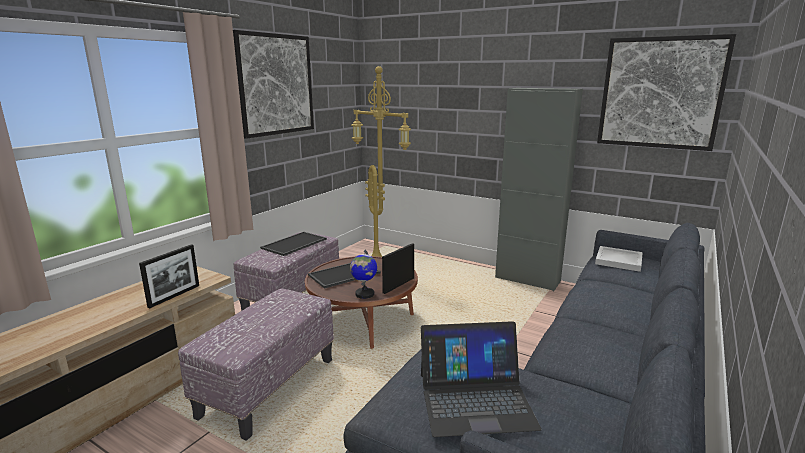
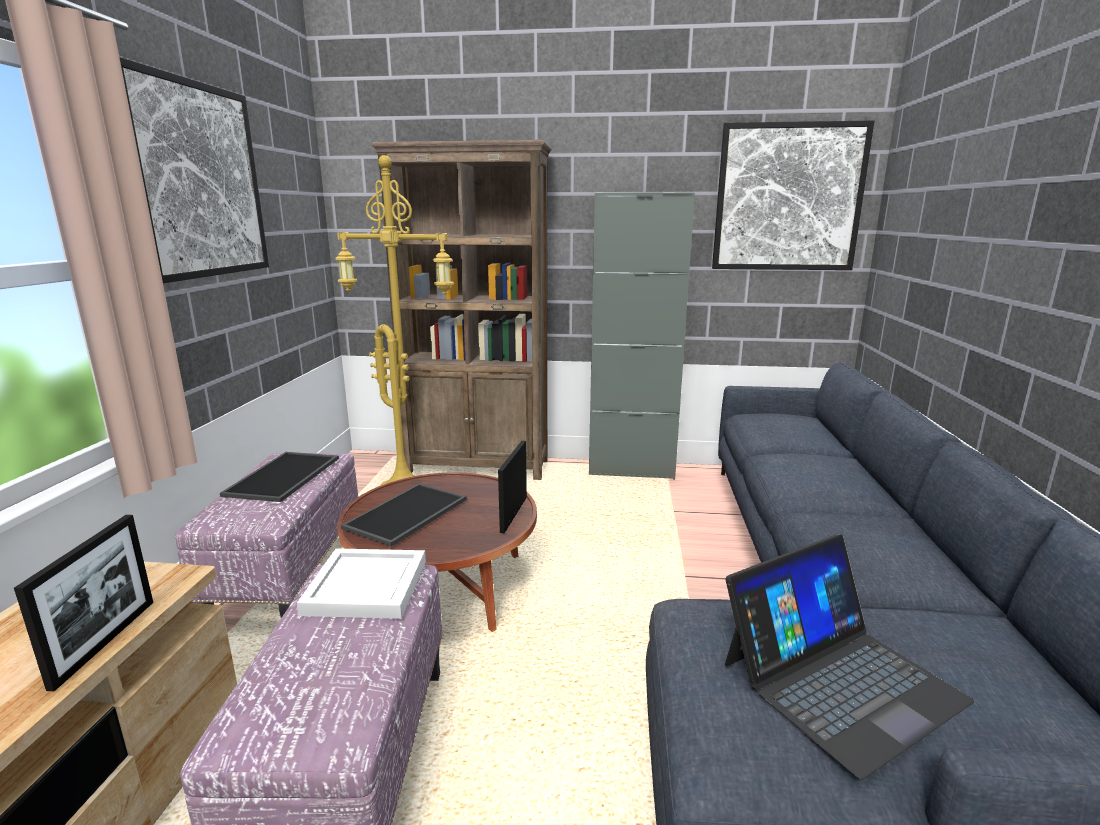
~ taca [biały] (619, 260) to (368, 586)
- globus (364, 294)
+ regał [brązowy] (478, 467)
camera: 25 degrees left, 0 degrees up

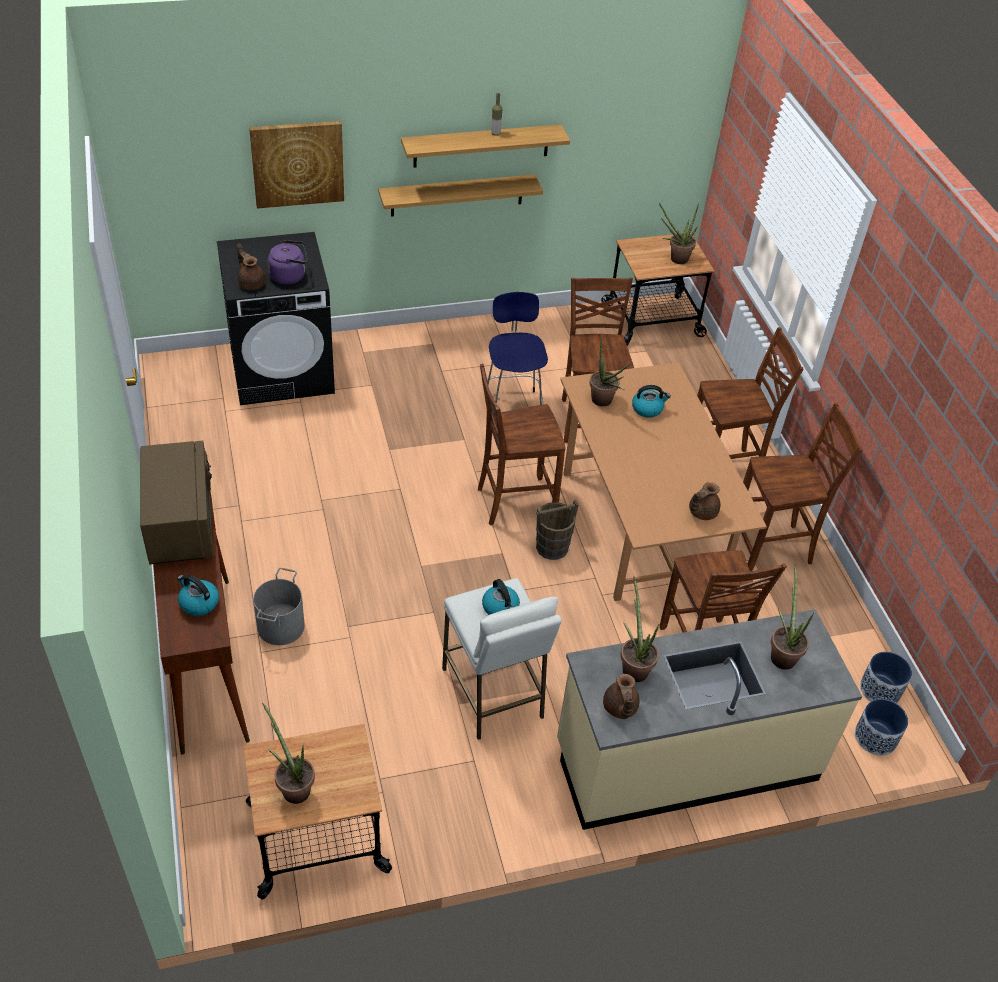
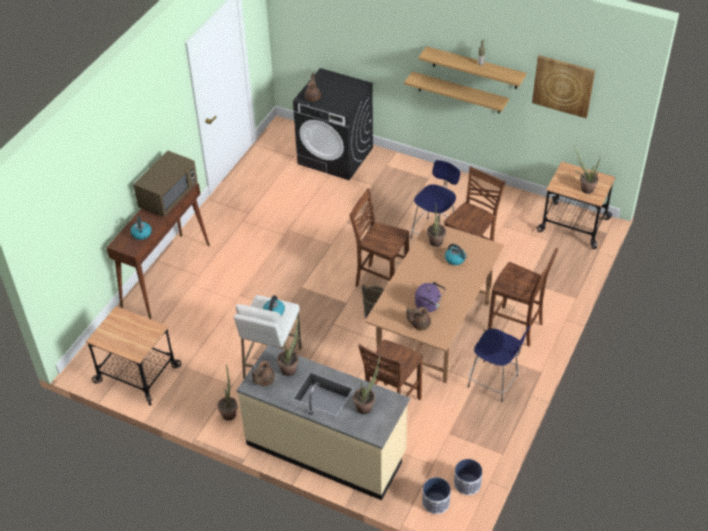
~ obraz (297, 163) to (563, 86)
~ czajnik [fioletowy] (290, 276) to (429, 305)
~ krzesło [brązowy] (772, 548) to stołek [niebieski] (494, 382)
- wiadro [szary] (280, 626)
~ roślina doniczkowa (293, 787) to (229, 412)
camera: 45 degrees right, 0 degrees up

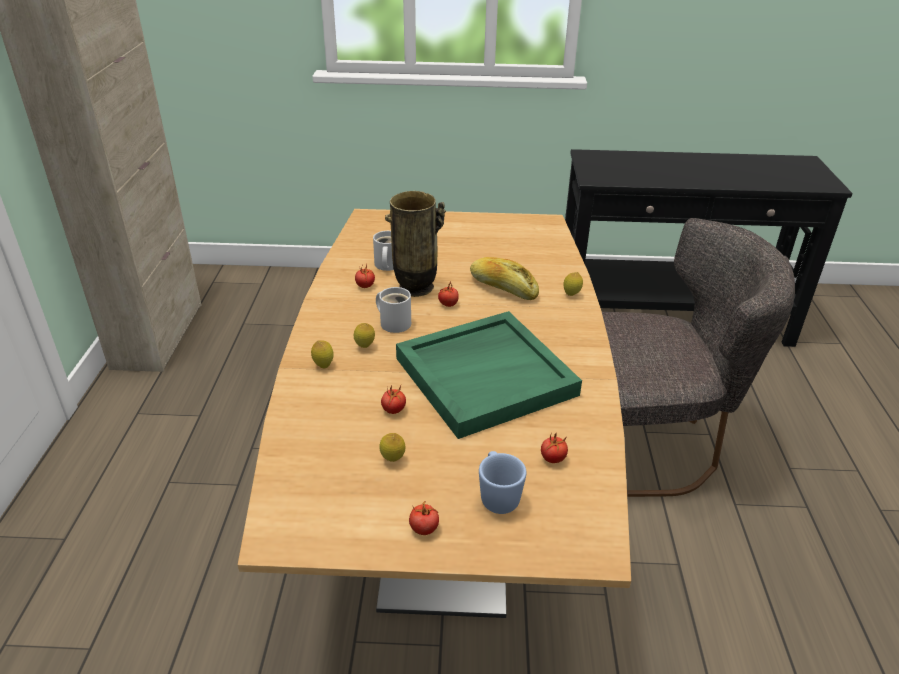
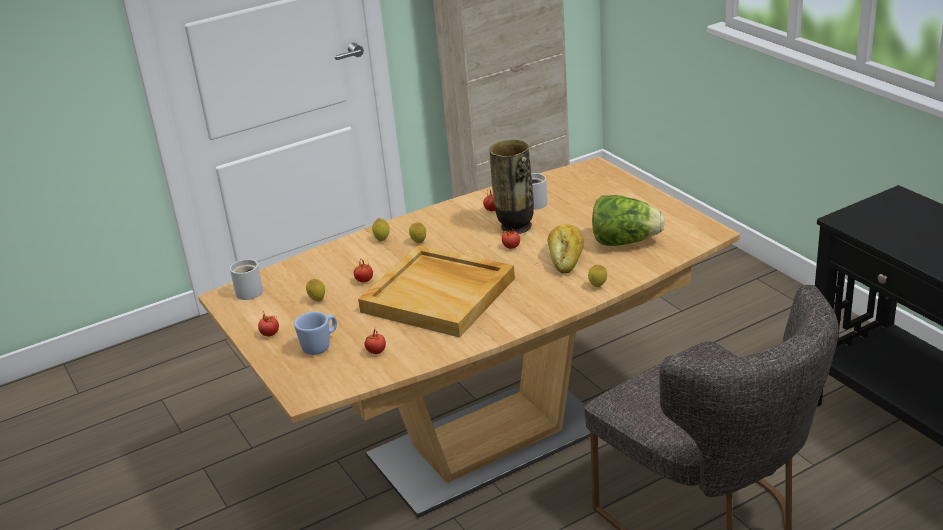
~ kubek [biały] (394, 322) to (251, 291)
~ taca [zielony] (485, 375) to taca [beżowy] (440, 295)
+ sałata (624, 242)
camera: 60 degrees right, 5 degrees down

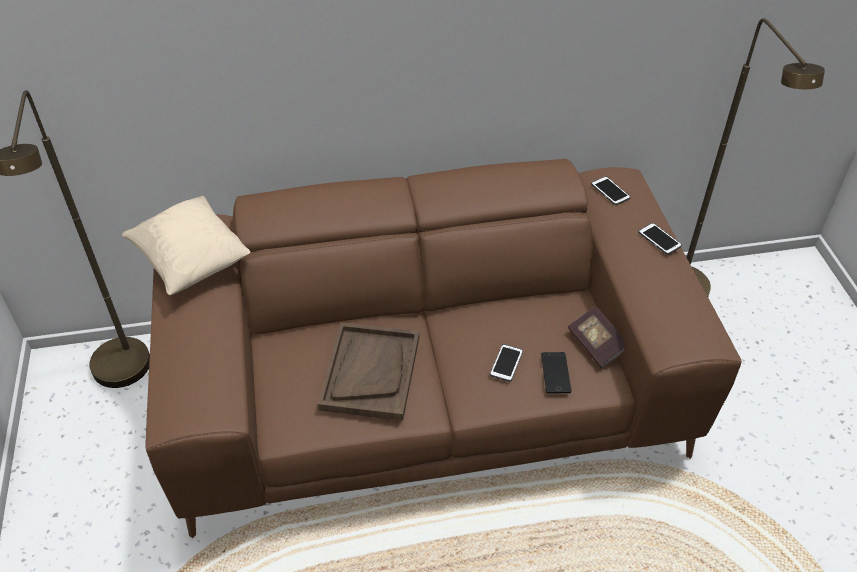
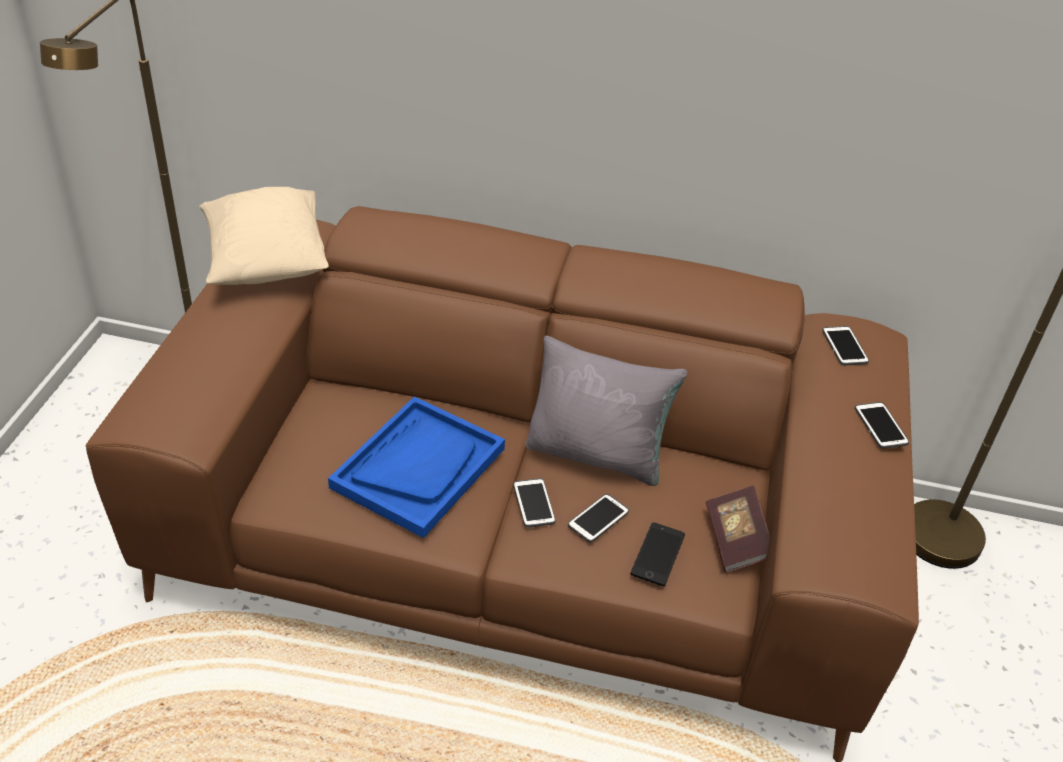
~ taca [brązowy] (370, 372) to taca [niebieski] (418, 467)
+ poduszka [szary] (597, 454)
+ telefon (534, 503)
camera: 20 degrees right, 5 degrees down

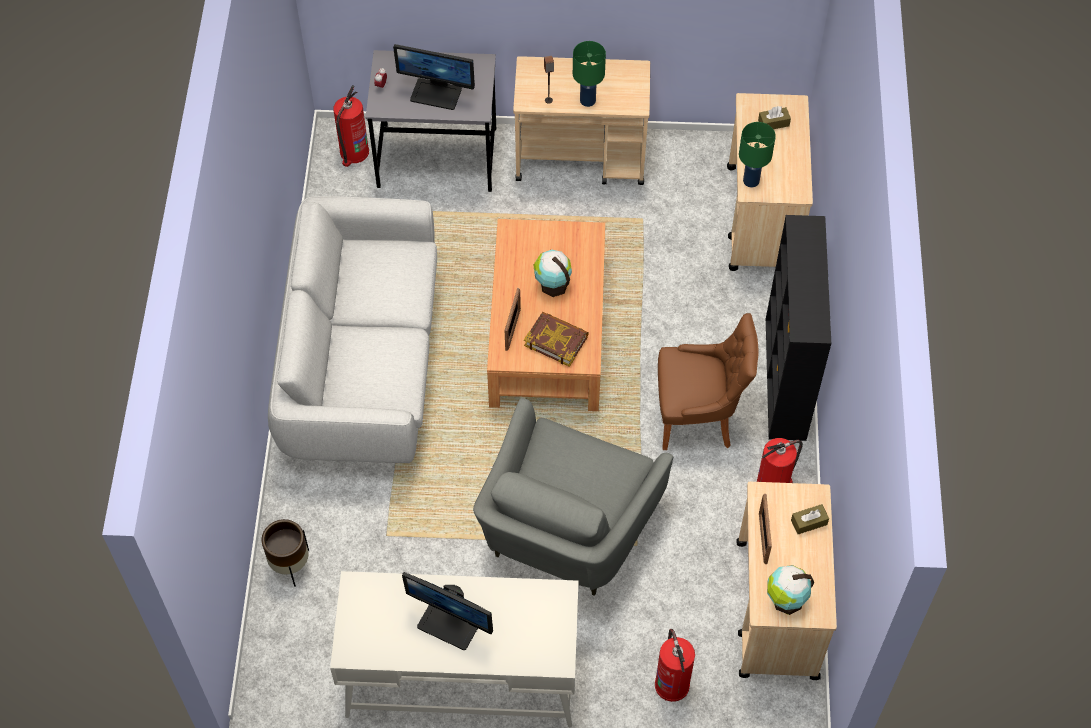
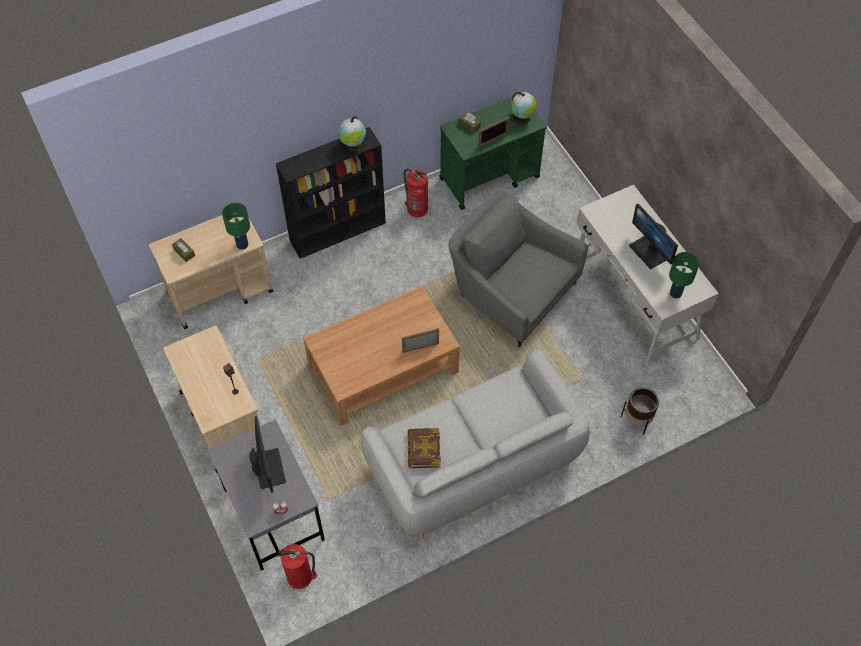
~ lampa stołowa [zielony] (587, 100) to (675, 293)
~ globus (552, 284) to (353, 145)
~ książka (556, 340) to (423, 449)
- krzesło [brązowy] (698, 417)
~ fotel [szary] (566, 530) = (511, 291) 135 degrees counterclockwise
~ wózek [beżowy] (776, 610) to wózek [zielony] (490, 177)
~ monitor (450, 623) = (649, 252) 150 degrees clockwise
- gaśnica (672, 683)
camera: 120 degrees left, 0 degrees up

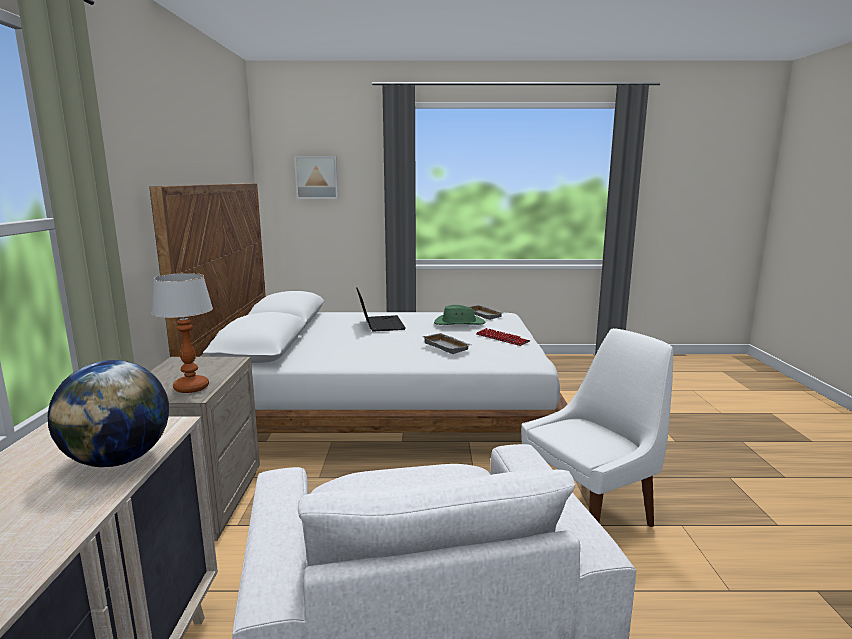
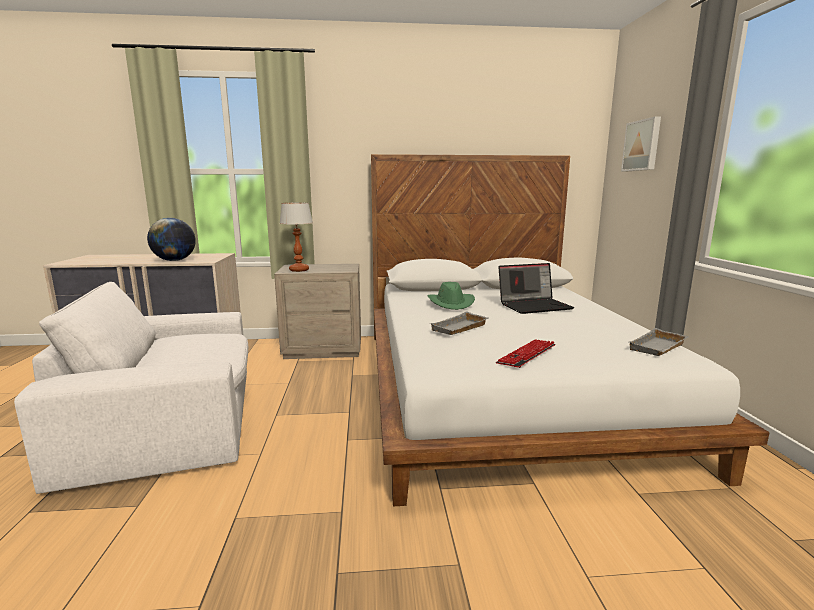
~ kapelusz [zielony] (459, 323) to (451, 303)
- krzesło [biały] (591, 512)
camera: 85 degrees right, 0 degrees up

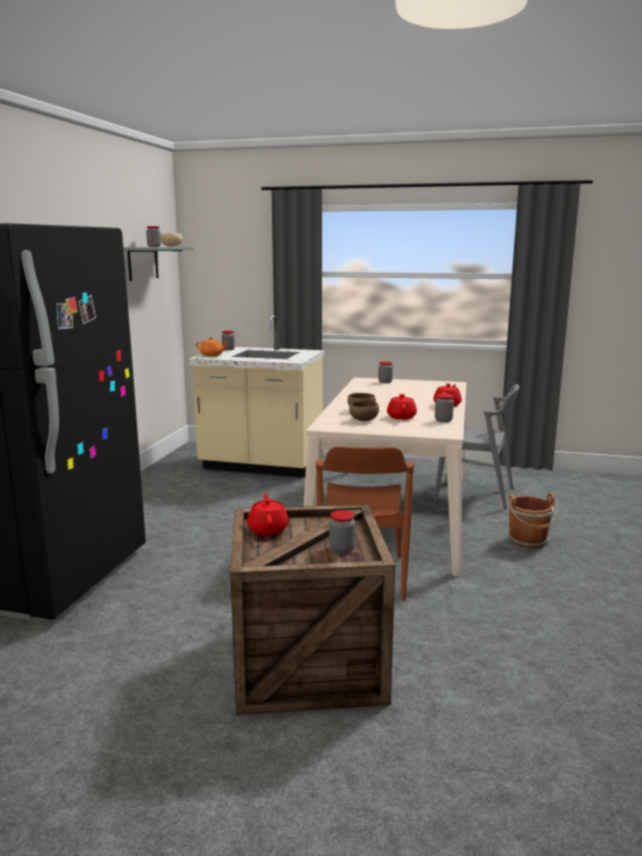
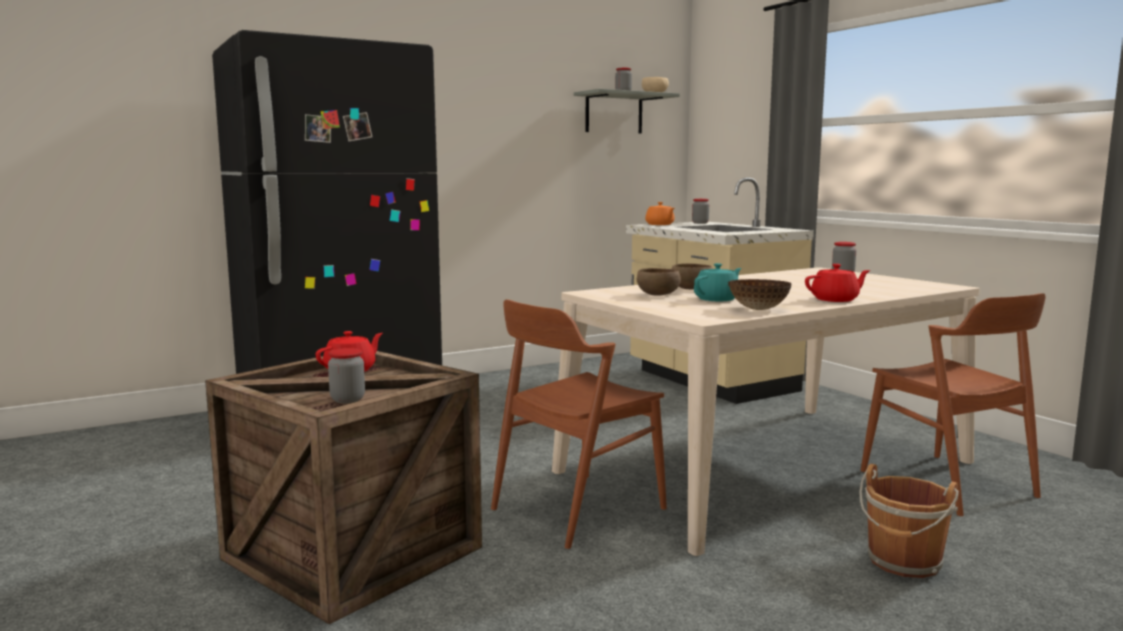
~ krzesło [szary] (475, 494) to krzesło [brązowy] (947, 483)
~ imbryk [czerwony] (401, 417) to imbryk [turkusowy] (717, 299)
~ słoik (443, 420) to miska (759, 309)
camera: 45 degrees right, 5 degrees down

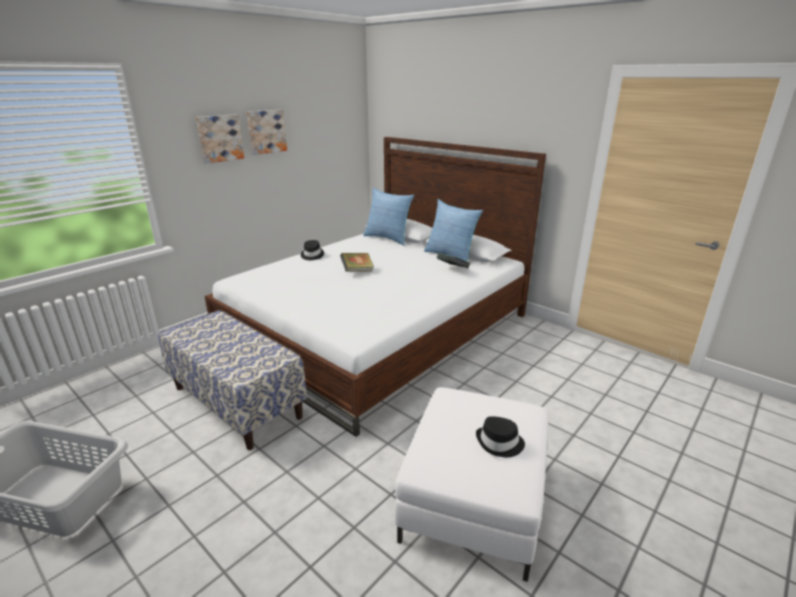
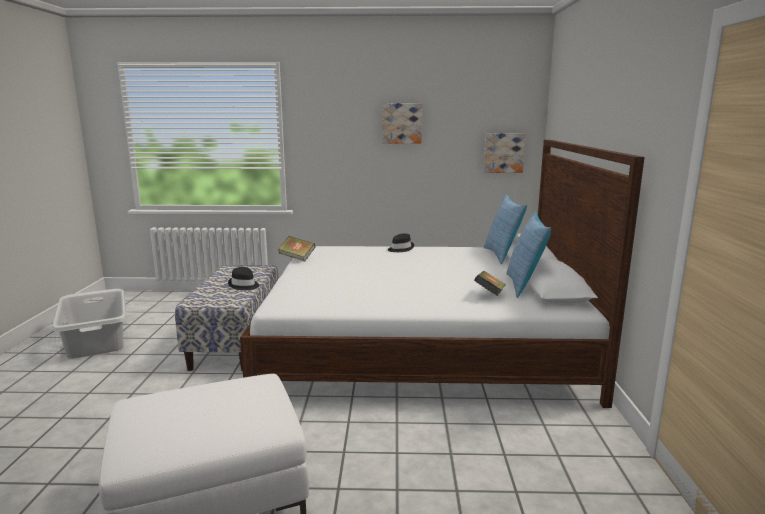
~ obraz (219, 138) to (503, 152)
~ książka (357, 271) to (297, 258)
~ kapelusz [czarny] (499, 443) to (244, 285)
camera: 50 degrees right, 10 degrees down

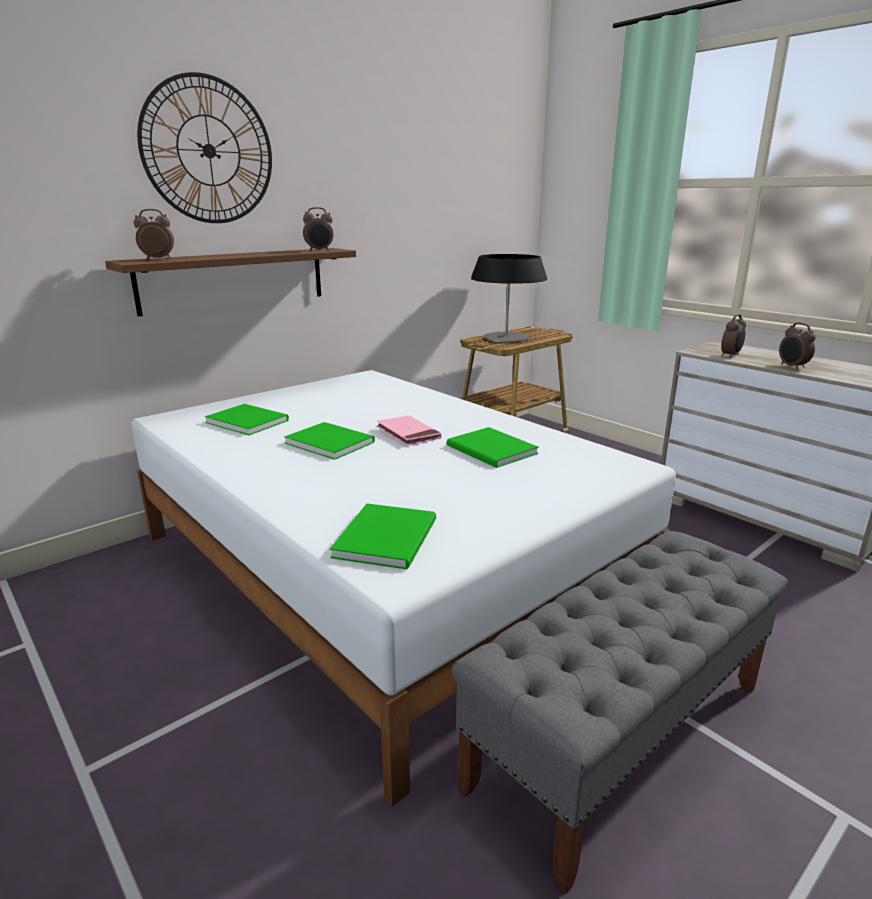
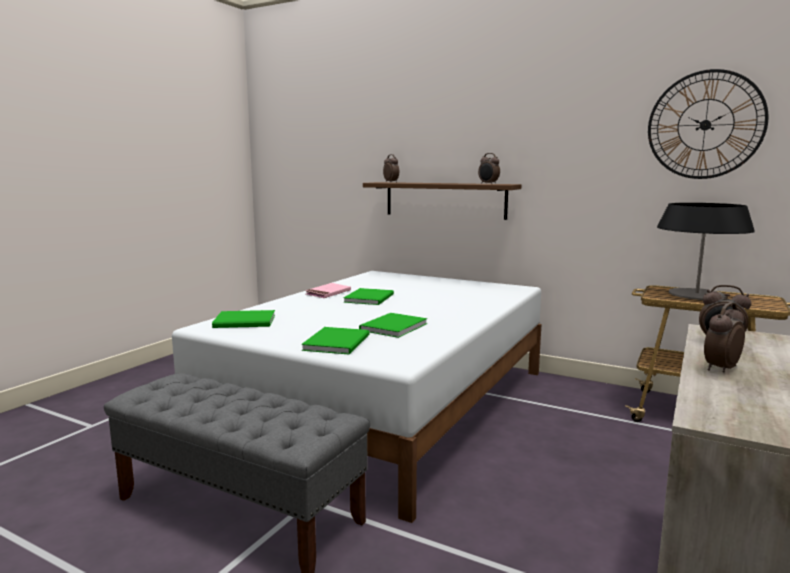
~ zegar ścienny (209, 151) to (705, 125)
~ książka [zielony] (247, 420) to (339, 342)
~ książka [różowy] (408, 433) to (328, 293)
camera: 70 degrees right, 10 degrees down

